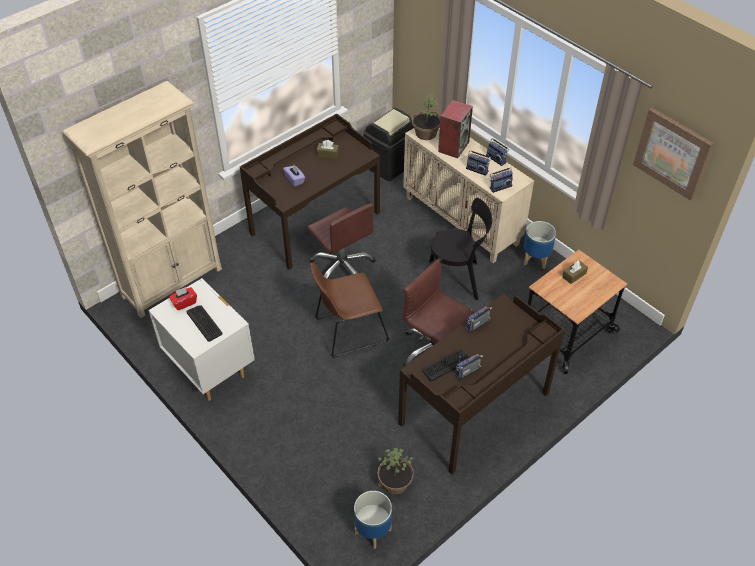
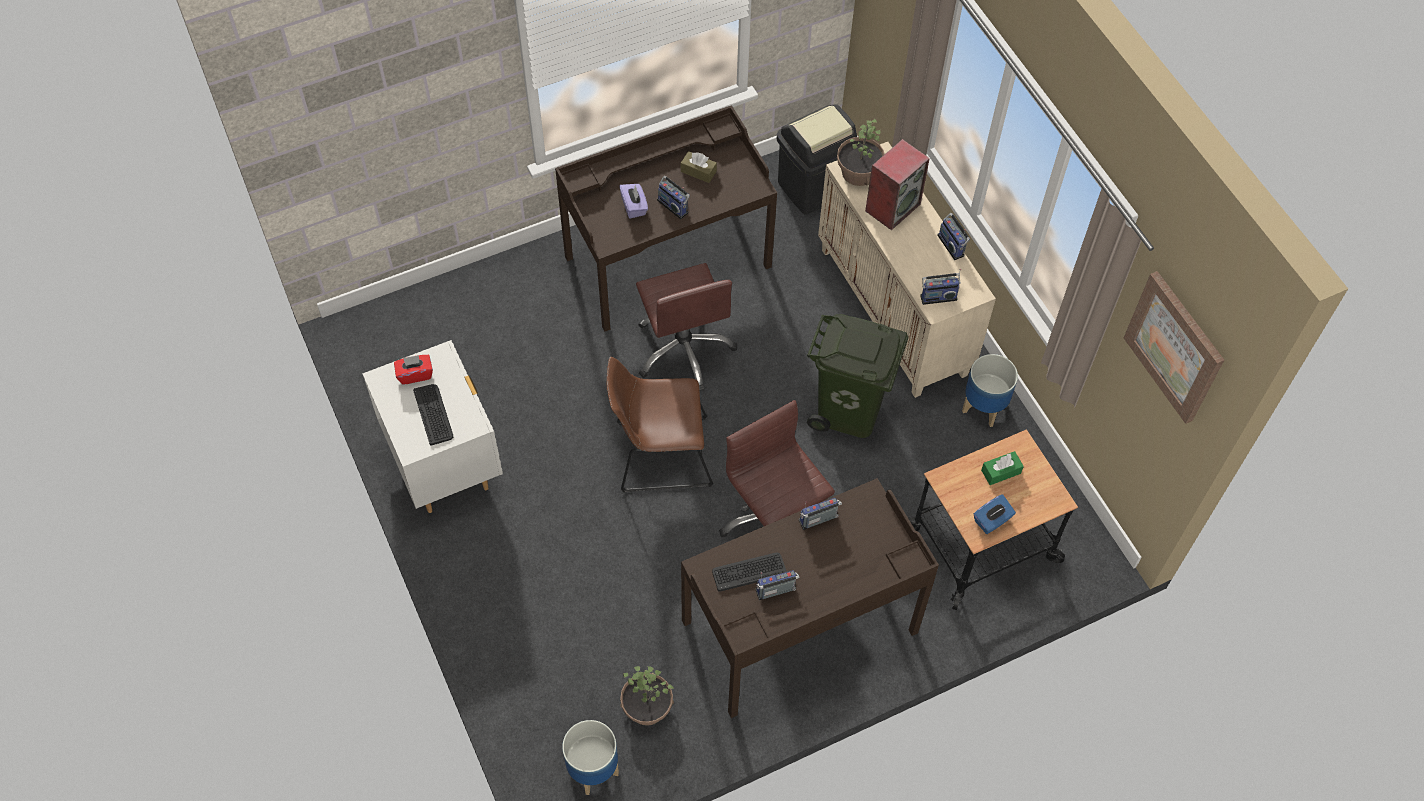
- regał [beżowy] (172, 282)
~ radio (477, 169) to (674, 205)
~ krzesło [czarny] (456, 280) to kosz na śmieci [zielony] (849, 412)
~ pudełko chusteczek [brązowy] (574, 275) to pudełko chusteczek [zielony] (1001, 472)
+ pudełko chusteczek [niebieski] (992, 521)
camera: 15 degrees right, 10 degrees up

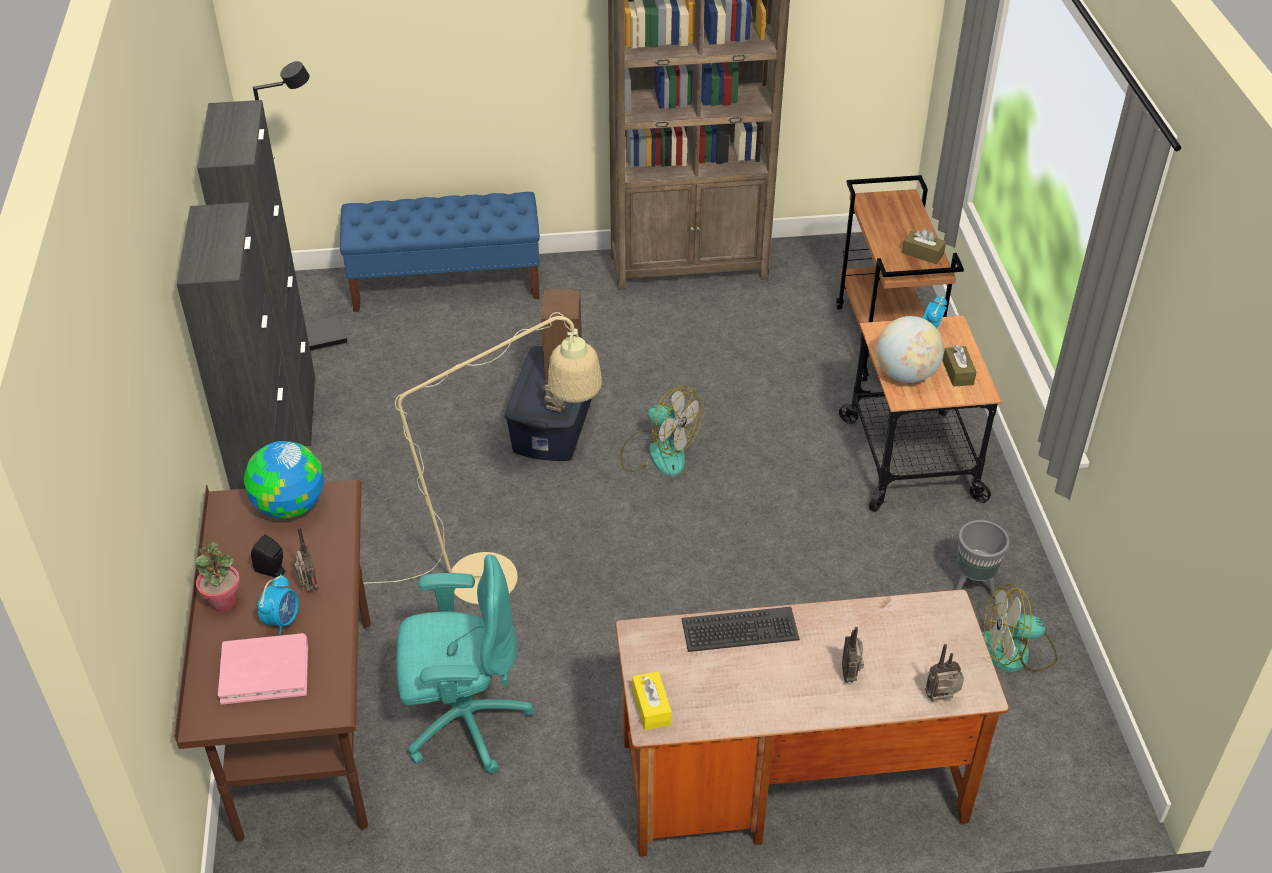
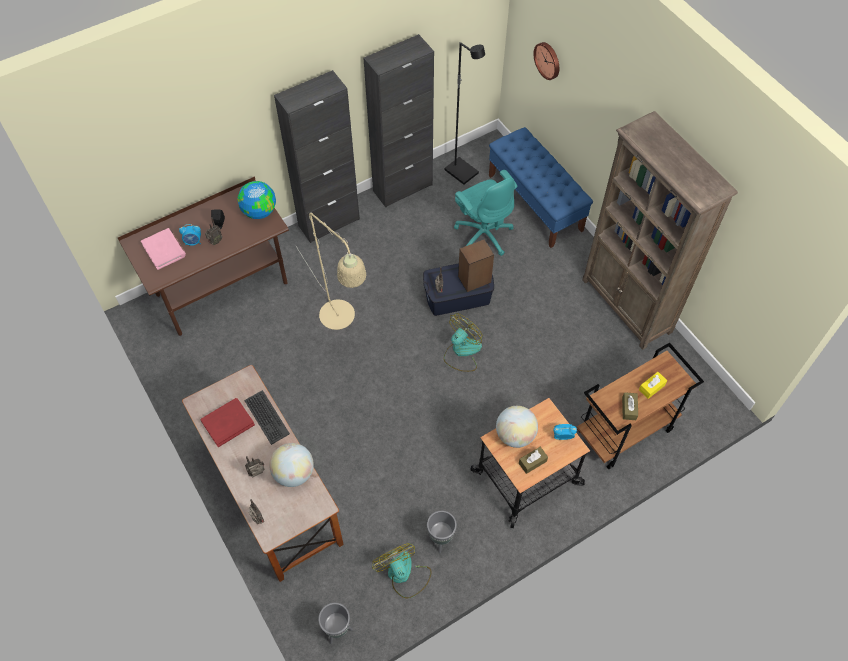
~ wentylator (658, 452) = (462, 352) 150 degrees counterclockwise
- roślina doniczkowa (223, 602)
~ krzesło biurowe [turkusowy] (463, 721) to (483, 234)
~ pudełko chusteczek [żółty] (651, 707) to (651, 387)
+ zegar ścienny (548, 60)
+ książka [czerwony] (227, 423)
+ globus (294, 473)
+ donica [szary] (338, 630)
camera: 65 degrees right, 15 degrees up

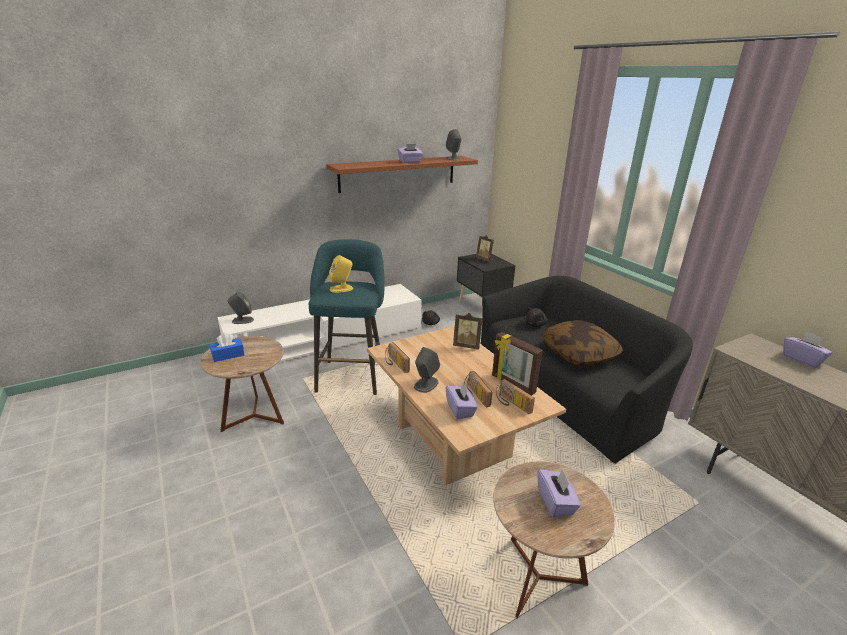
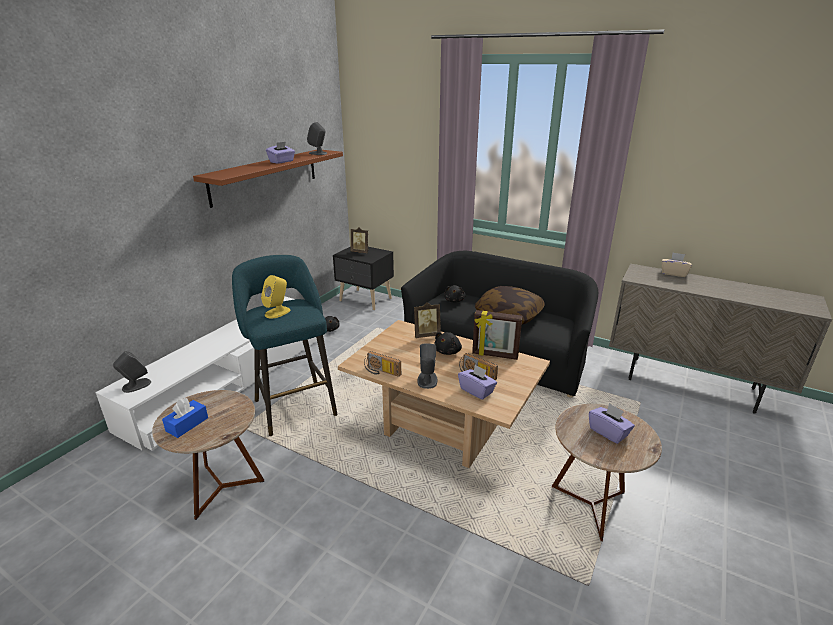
~ pudełko chusteczek [fioletowy] (802, 359) to pudełko chusteczek [beżowy] (673, 273)
- radio (511, 404)
+ pluszak [czarny] (448, 351)
camera: 30 degrees left, 0 degrees up

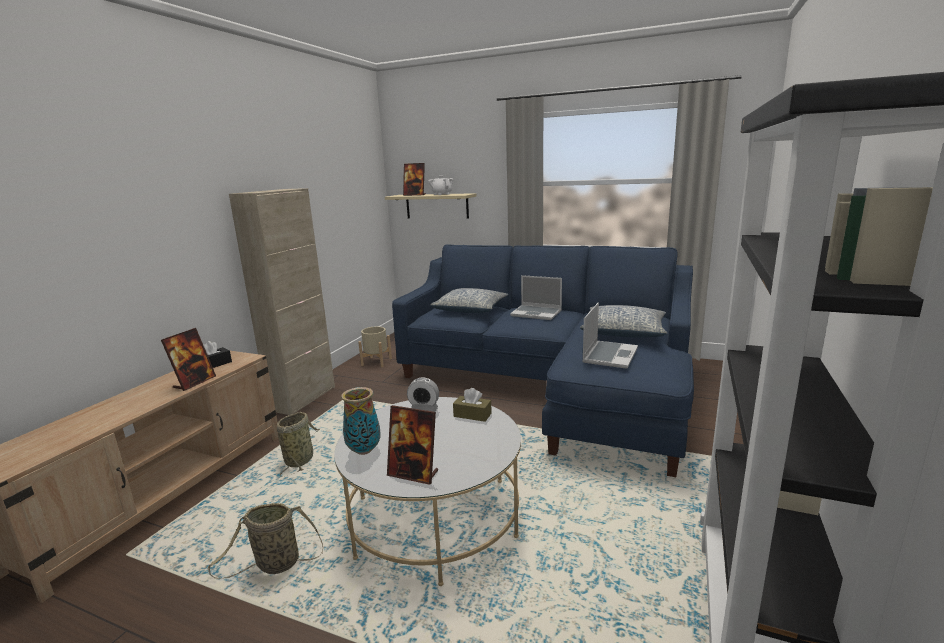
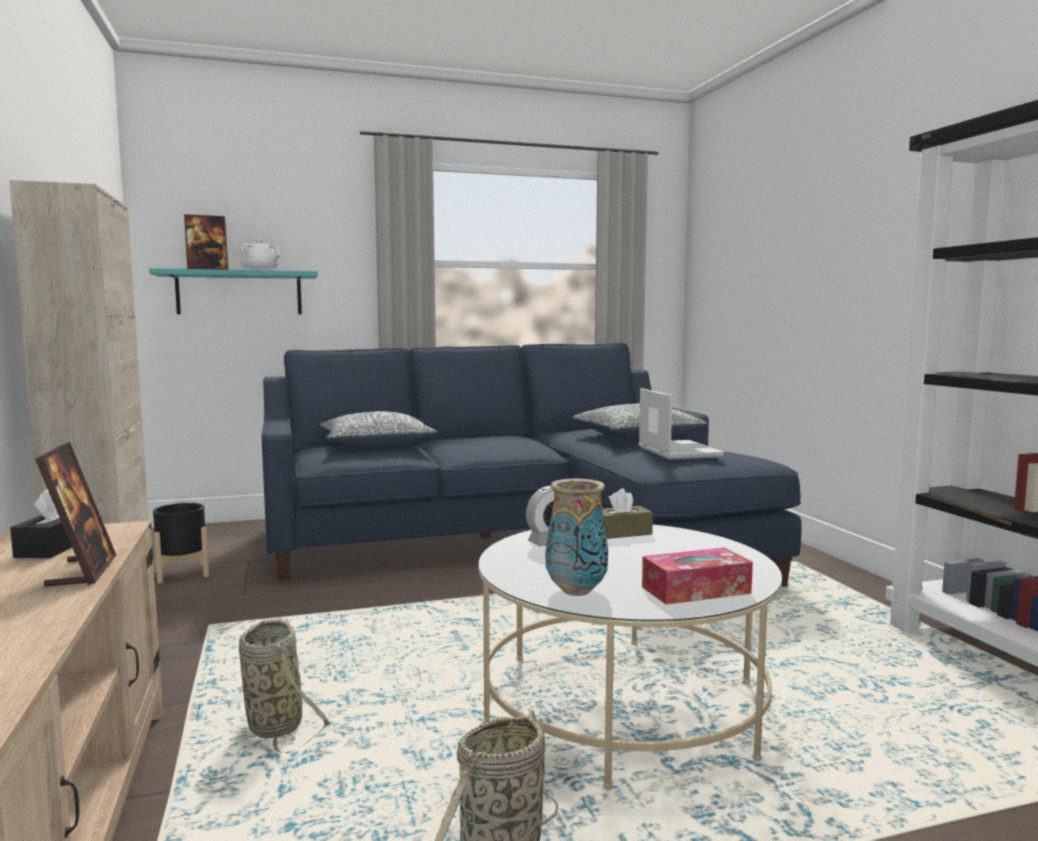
~ półka [beżowy] (437, 206) to półka [turkusowy] (239, 293)
- laptop (537, 313)
~ donica [beżowy] (376, 362) to donica [czarny] (182, 573)
~ ramka na zdjęcie (413, 474) to pudełko chusteczek (696, 590)
camera: 40 degrees left, 10 degrees down

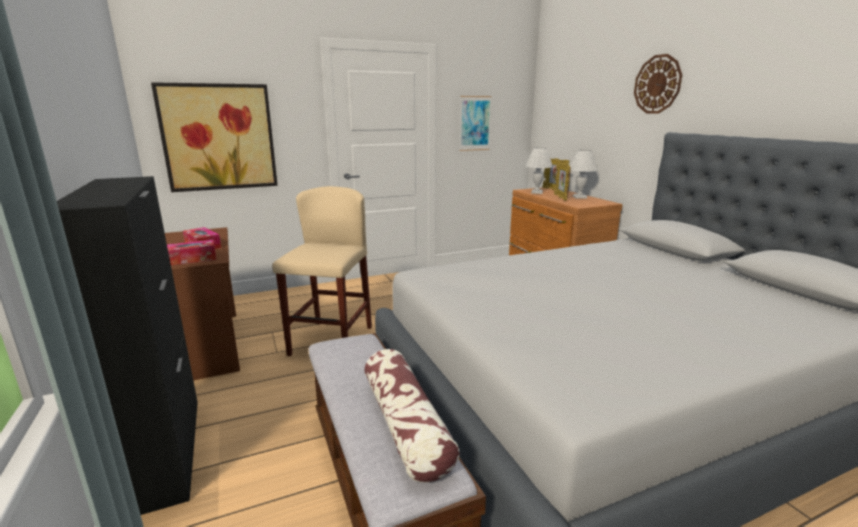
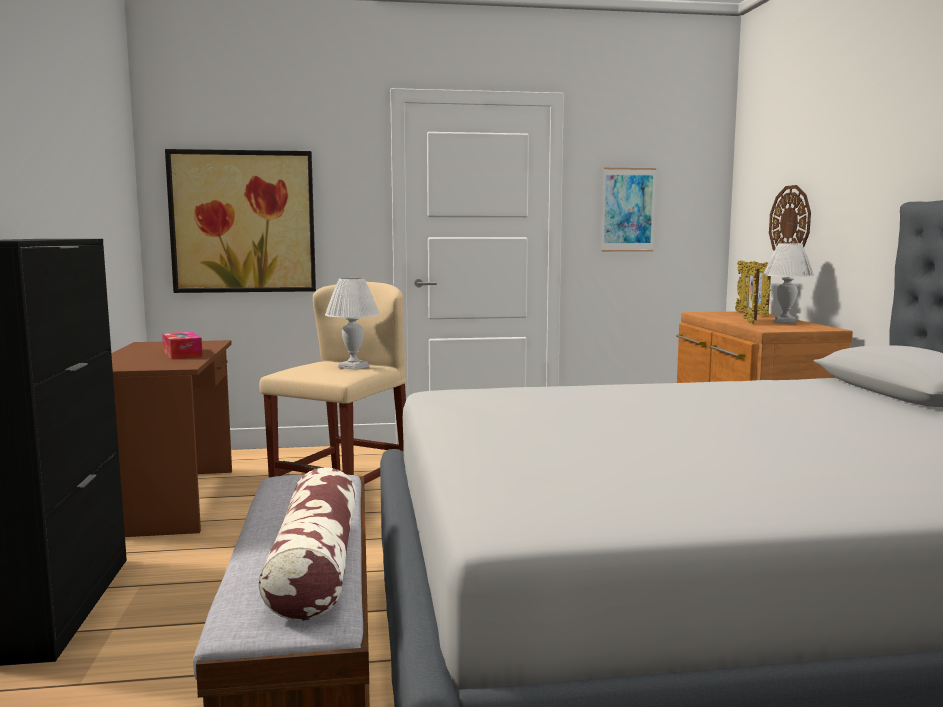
~ zegar ścienny (657, 84) to (790, 223)
~ lampa stołowa [biały] (536, 192) to (353, 367)
- pudełko chusteczek (192, 259)
camera: 15 degrees right, 10 degrees down

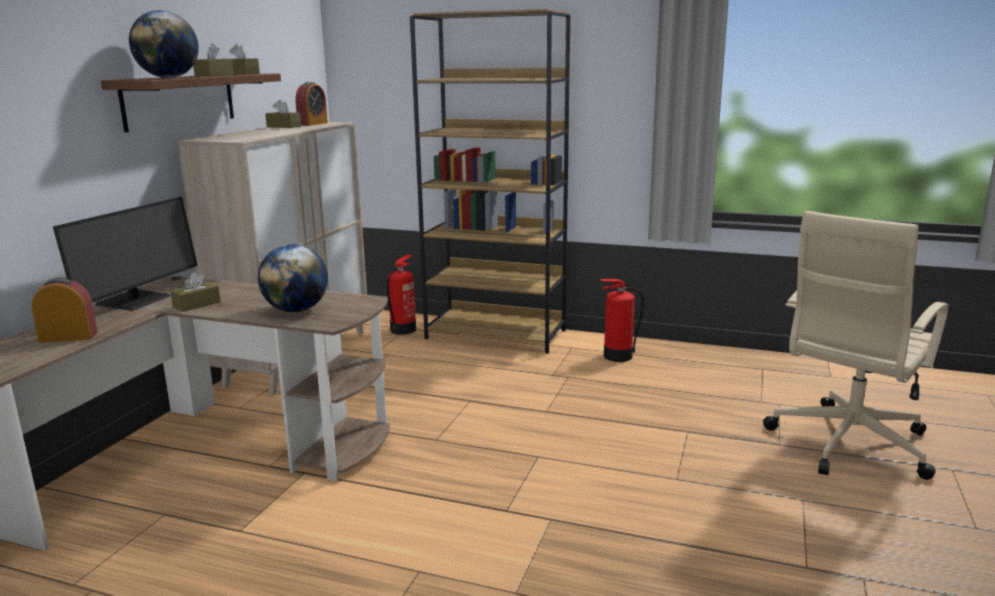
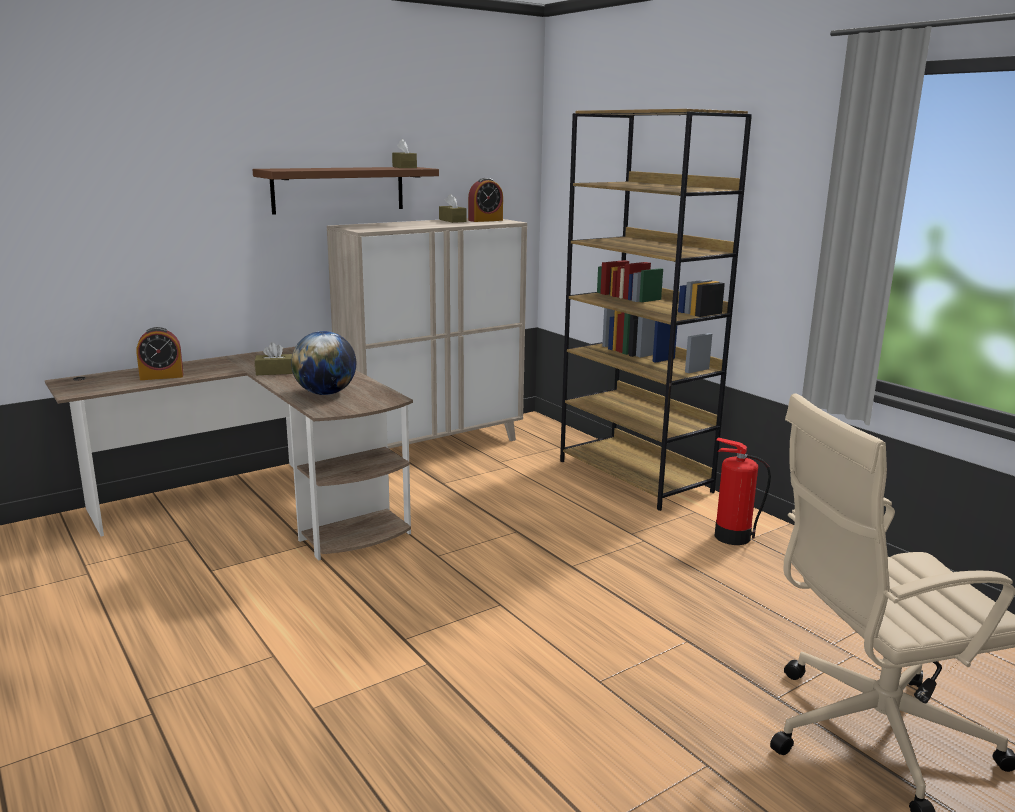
- globus (169, 78)
- pudełko chusteczek [brązowy] (214, 75)
- monitor (135, 300)
- gaśnica (403, 330)
~ budzik (68, 337) = (162, 376) 135 degrees clockwise
camera: 35 degrees right, 0 degrees up

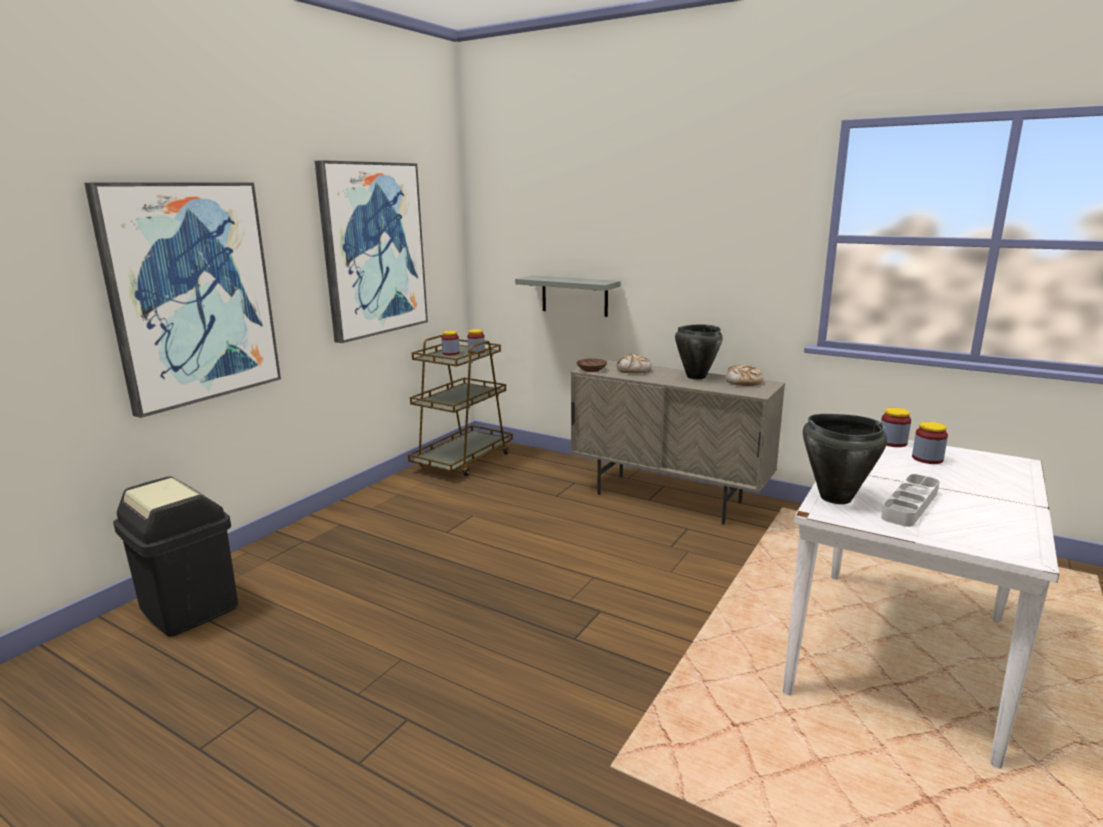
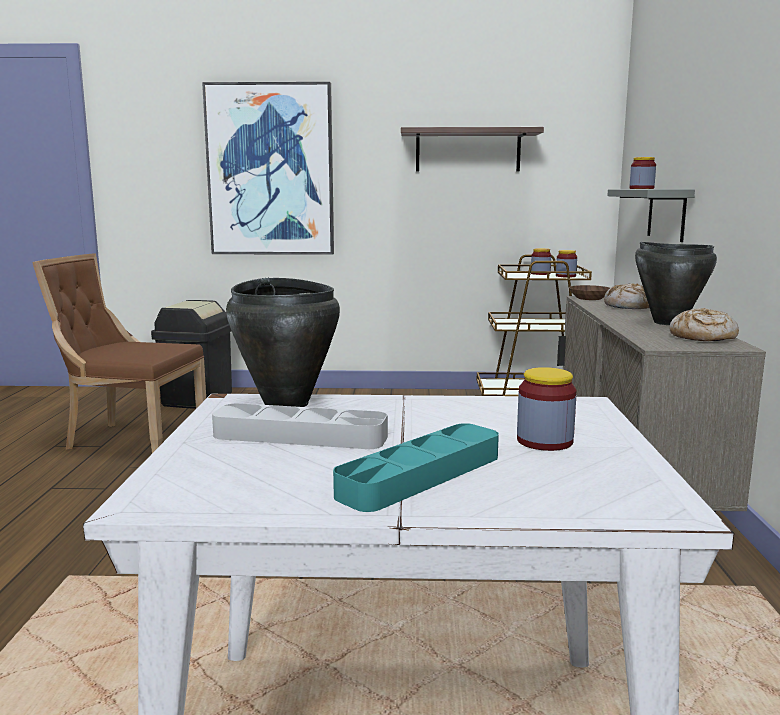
~ obraz (373, 249) to półka (468, 151)
~ słoik (892, 442) to (641, 188)
+ krzesło [brązowy] (131, 440)
+ taca [turkusowy] (421, 475)
camera: 60 degrees right, 5 degrees down

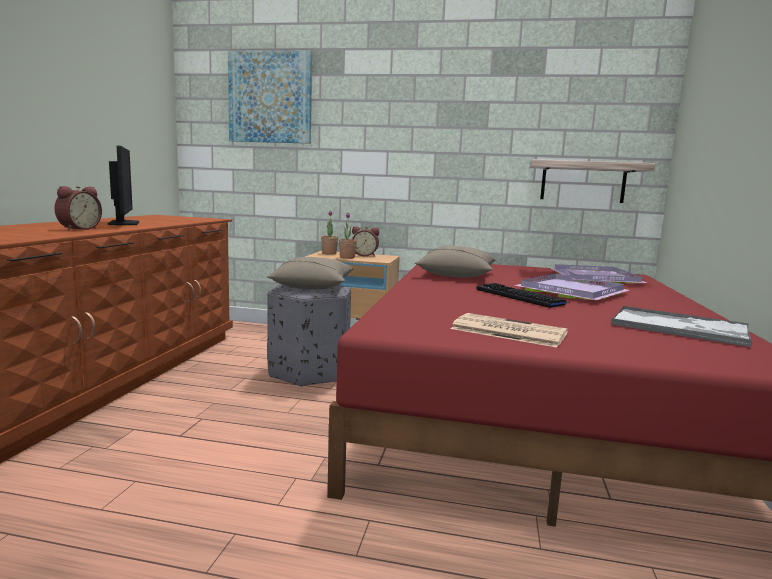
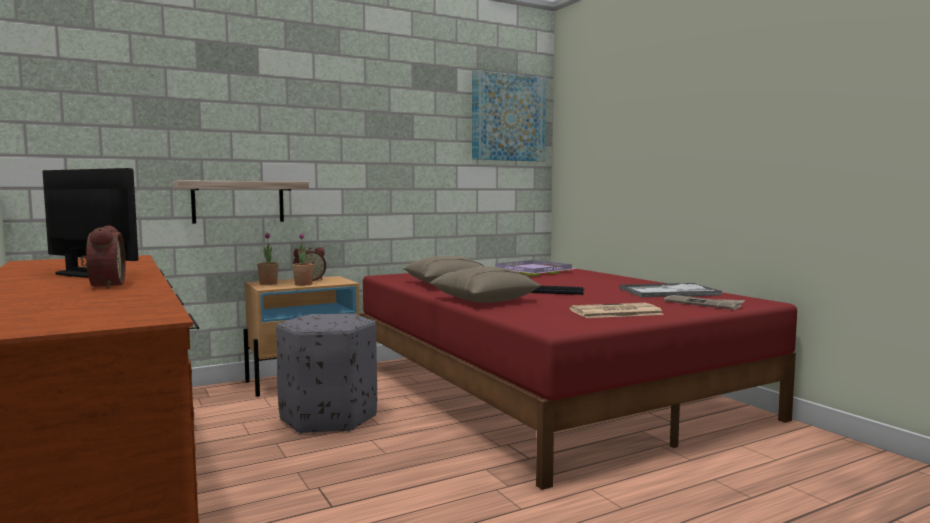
~ obraz (270, 98) to (508, 117)
~ półka (583, 182) to (238, 202)
~ poduszka [beżowy] (313, 286) to (484, 300)
- taca [fioletowy] (574, 291)
+ gazeta (703, 304)
camera: 40 degrees left, 5 degrees down

